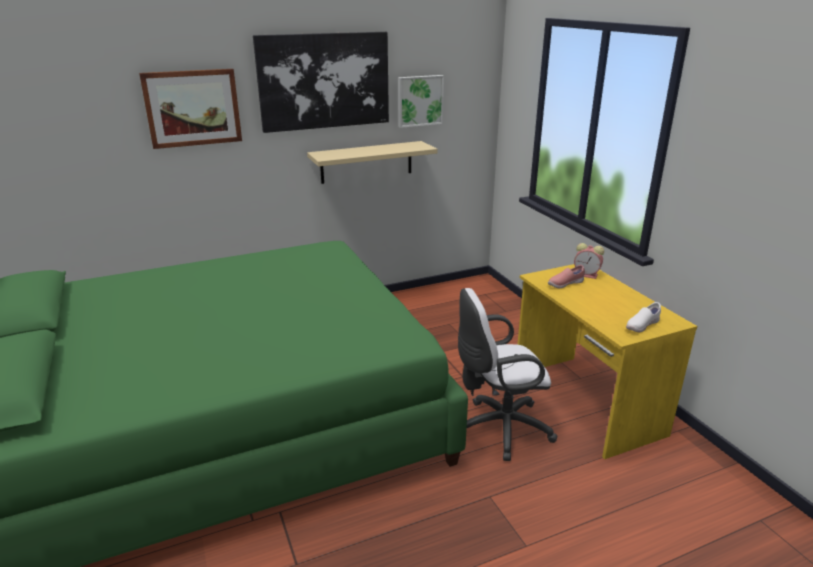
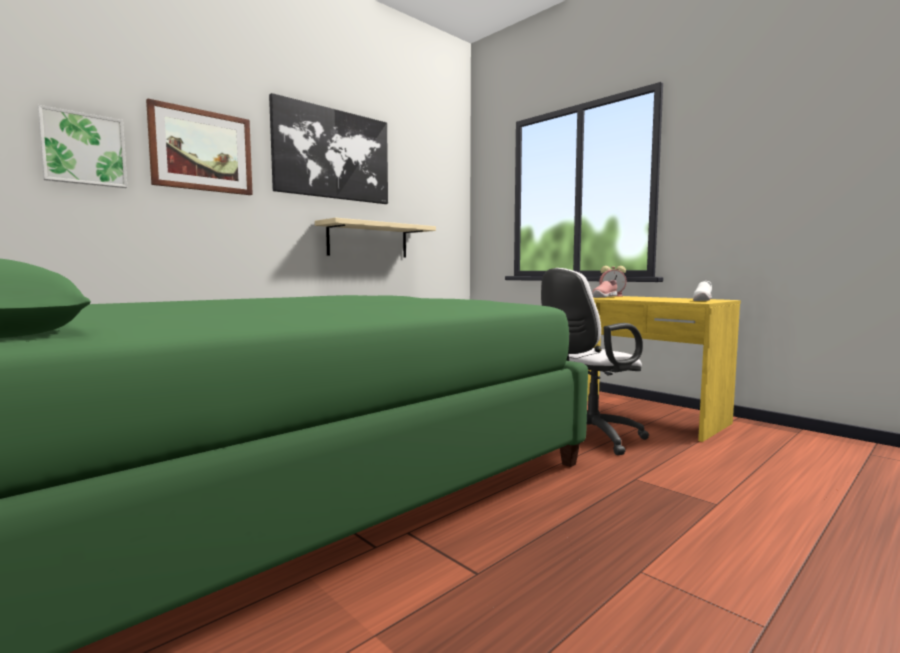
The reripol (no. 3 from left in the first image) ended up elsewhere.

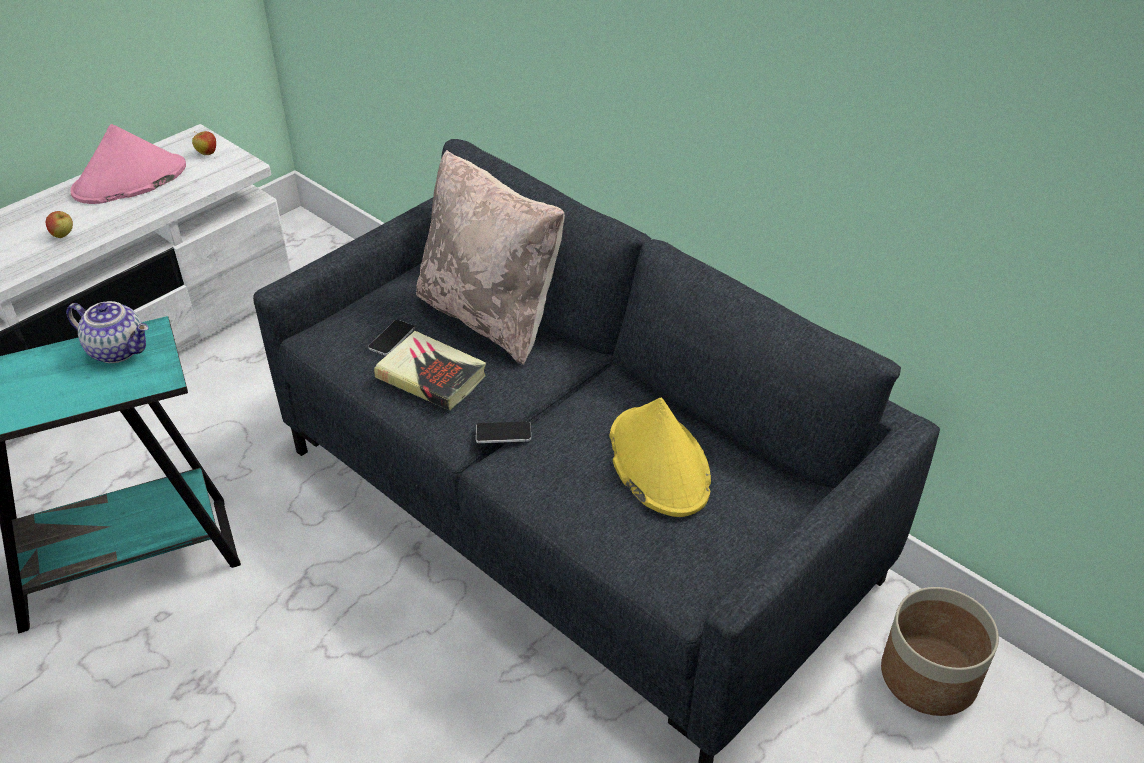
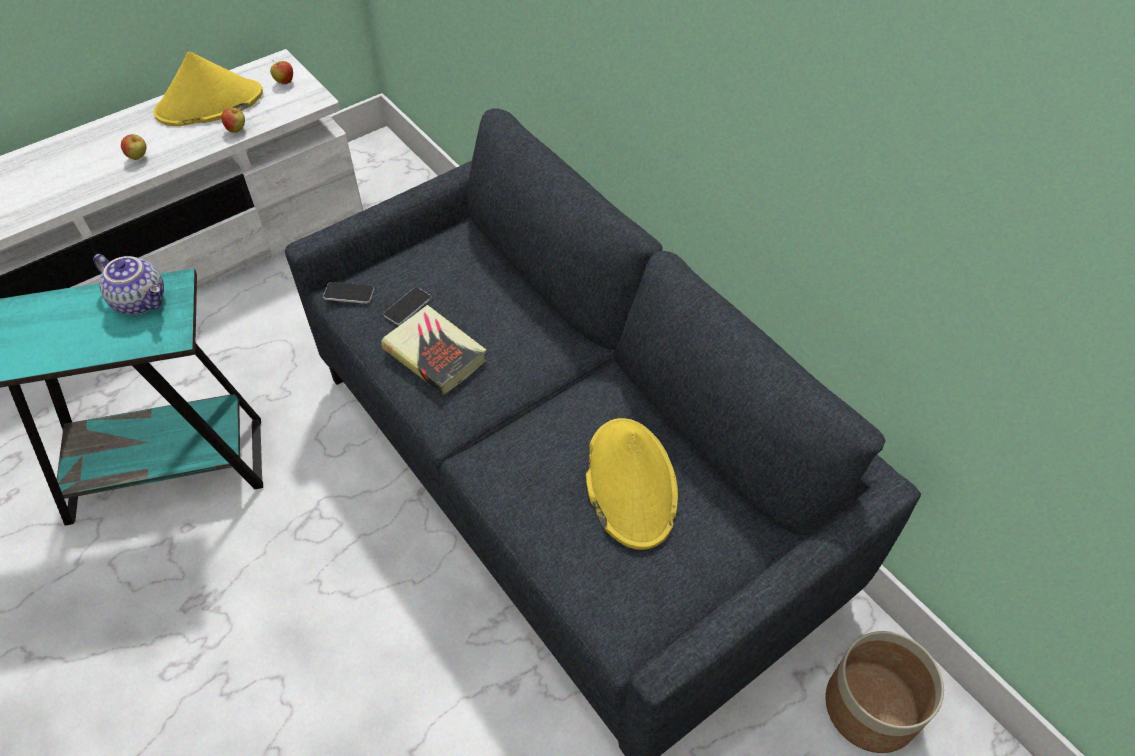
What was the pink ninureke turned into the yellow ninureke (no. 1 from left).
The second view lost the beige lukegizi.
The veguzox (no. 2 from left in the first image) ended up elsewhere.
The second view gained the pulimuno (no. 2 from left).

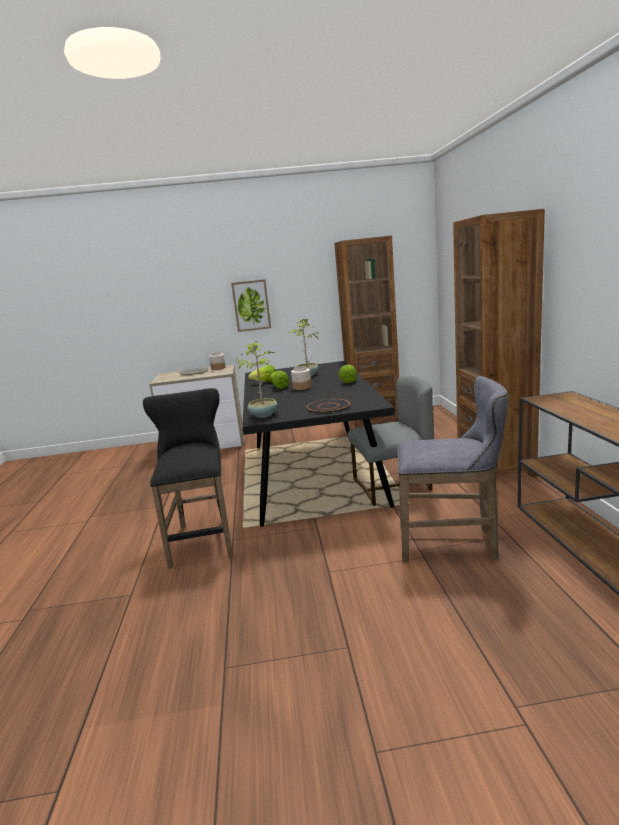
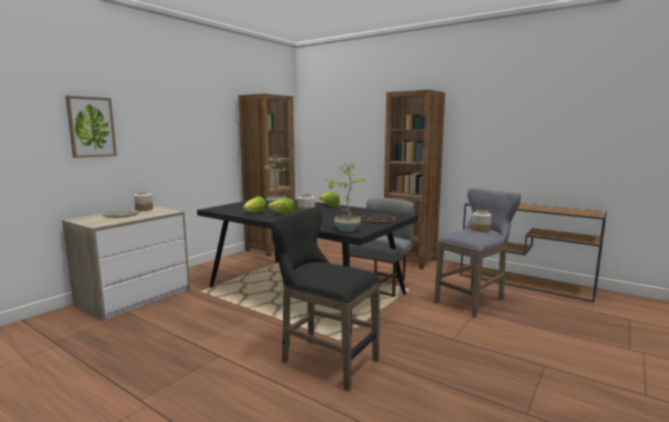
The reripol ended up elsewhere.
The second view gained the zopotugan (no. 3 from left).

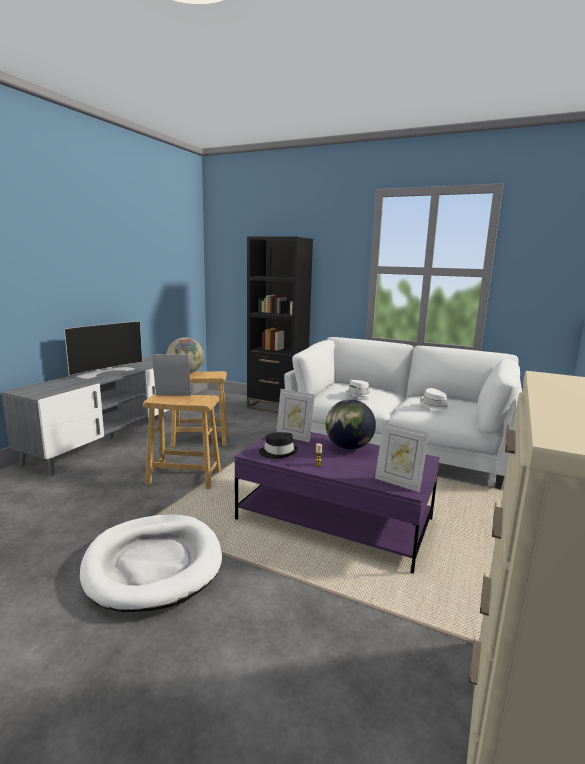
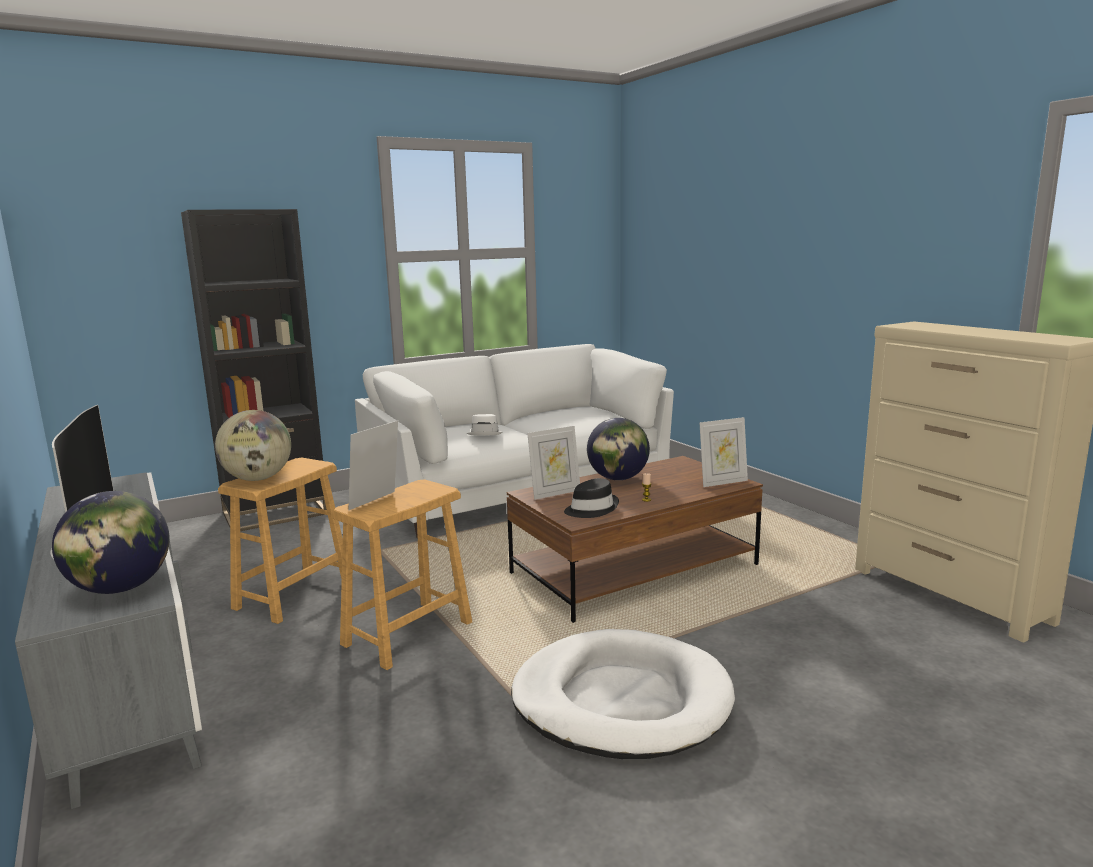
What was the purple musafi turned into the brown musafi.
The second view lost the white ninureke (no. 2 from left).
The second view gained the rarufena (no. 1 from left).

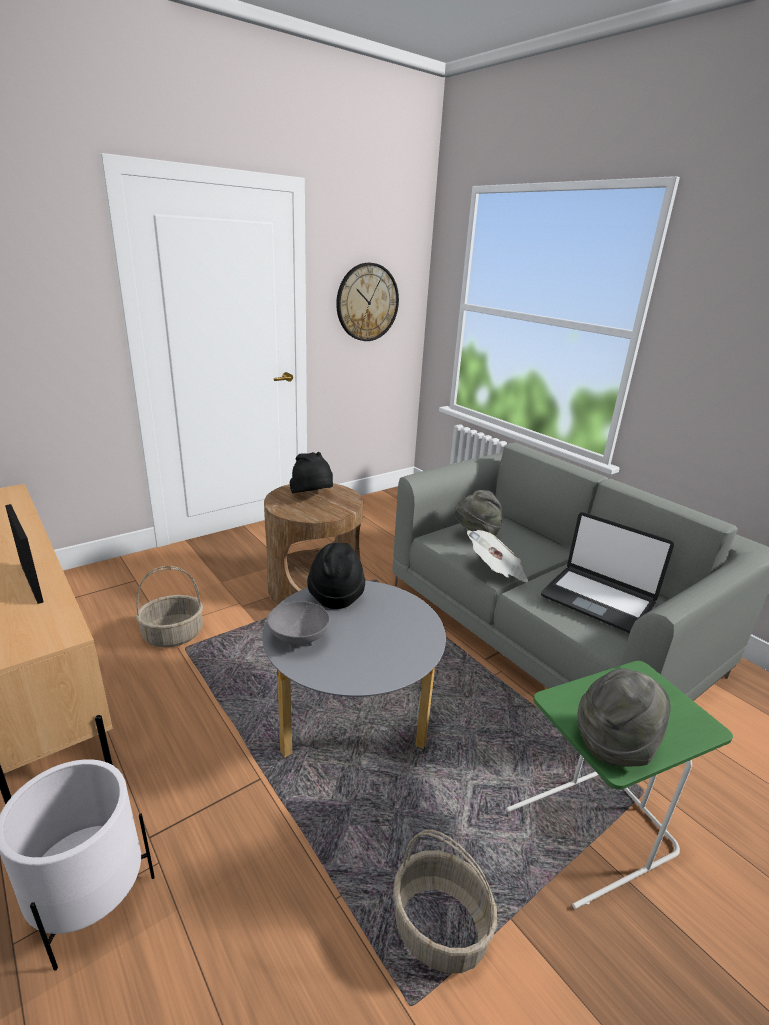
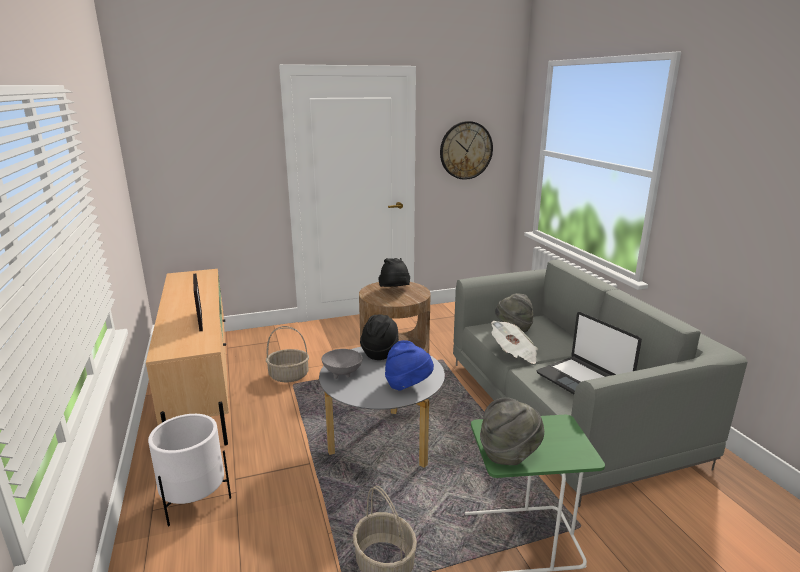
The second view gained the blue ninureke.

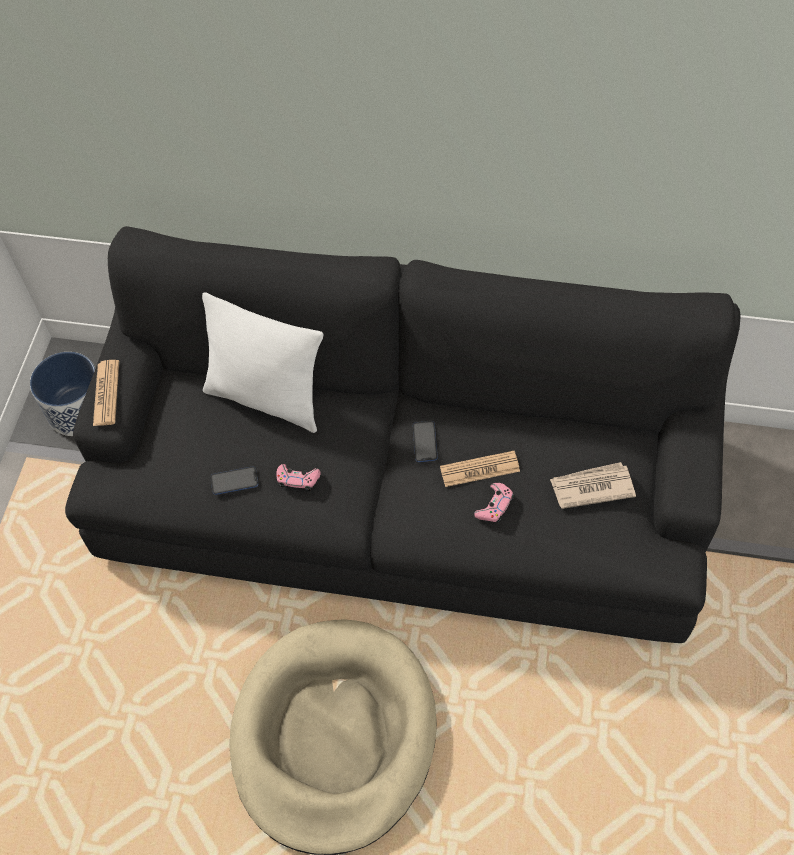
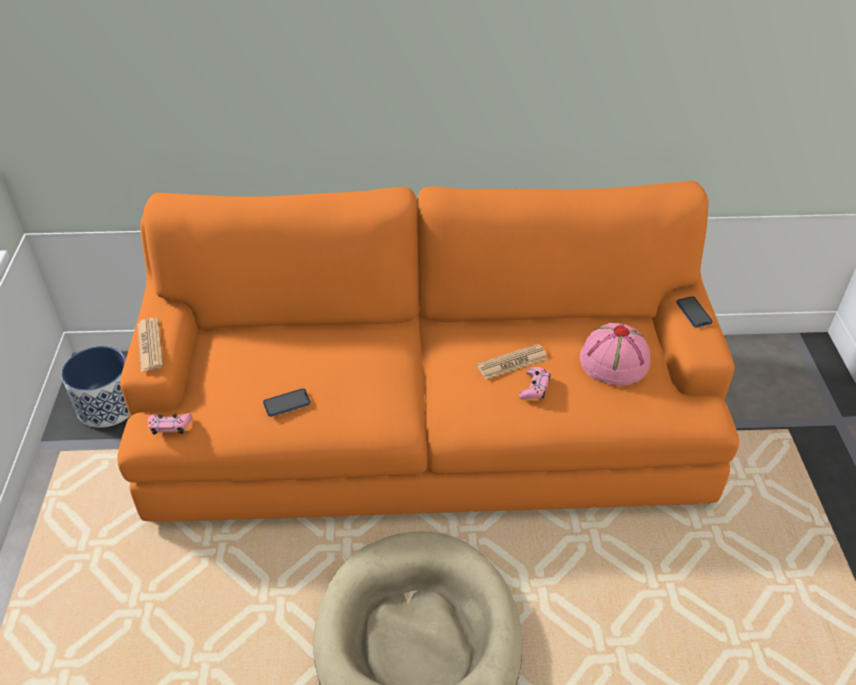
What was the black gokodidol turned into the orange gokodidol.
The second view lost the white lukegizi.
The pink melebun (no. 1 from left) ended up elsewhere.
The veguzox (no. 2 from left) ended up elsewhere.
Where the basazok (no. 3 from left) stood, the pink ninureke came to stand.

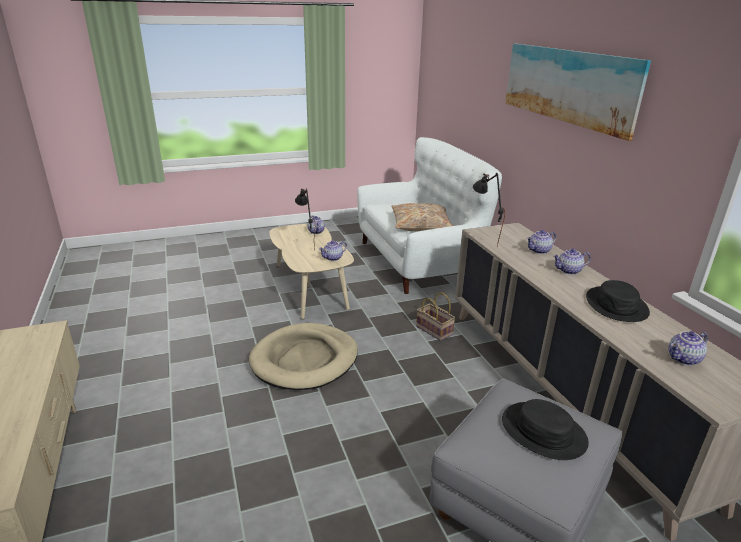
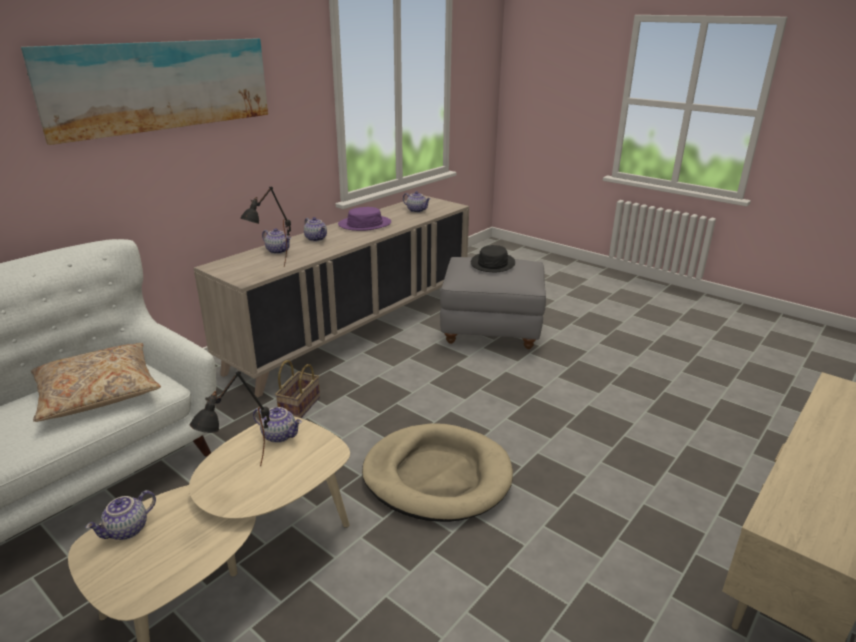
What was the black ninureke (no. 2 from left) turned into the purple ninureke.

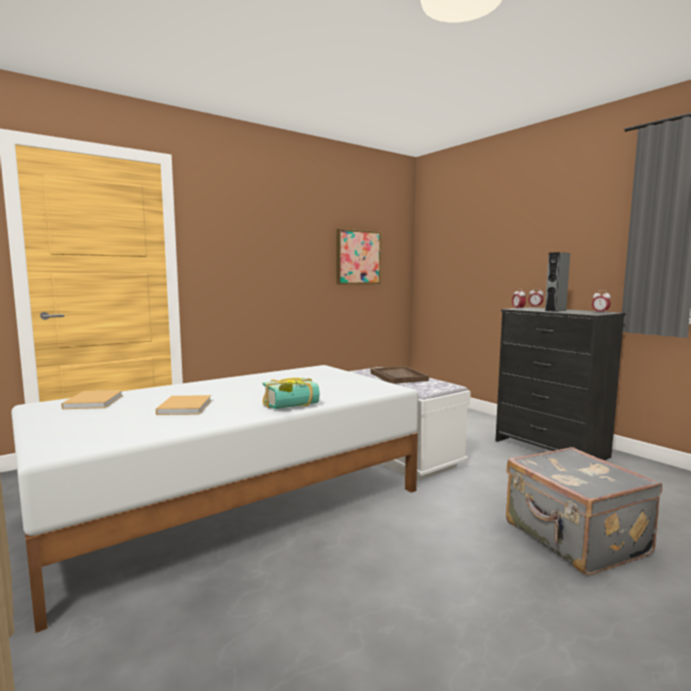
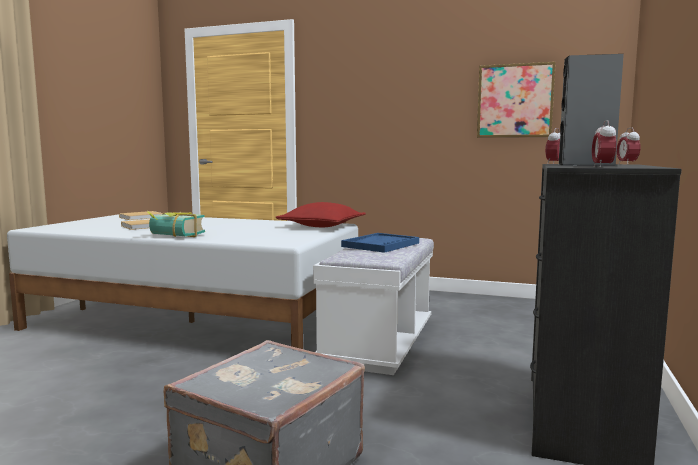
What was the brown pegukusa turned into the blue pegukusa.
The second view gained the red lukegizi.

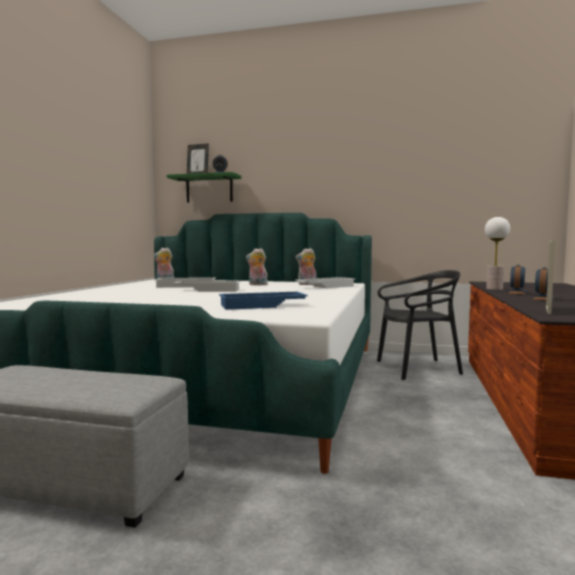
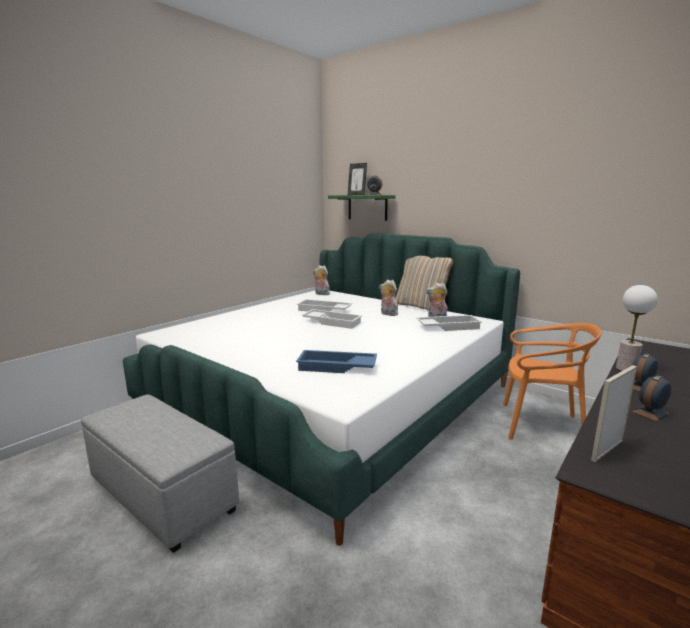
What was the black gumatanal turned into the orange gumatanal.
The second view gained the beige lukegizi.

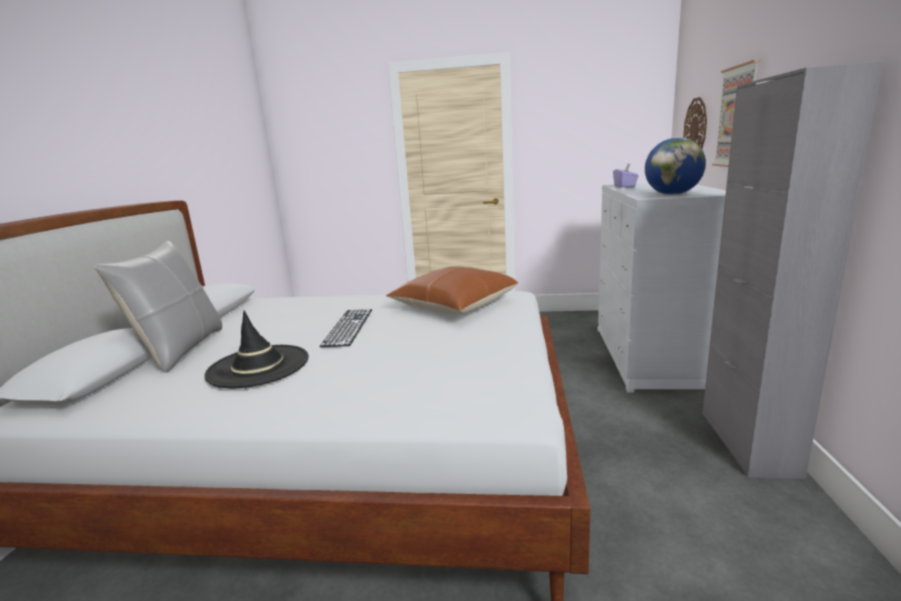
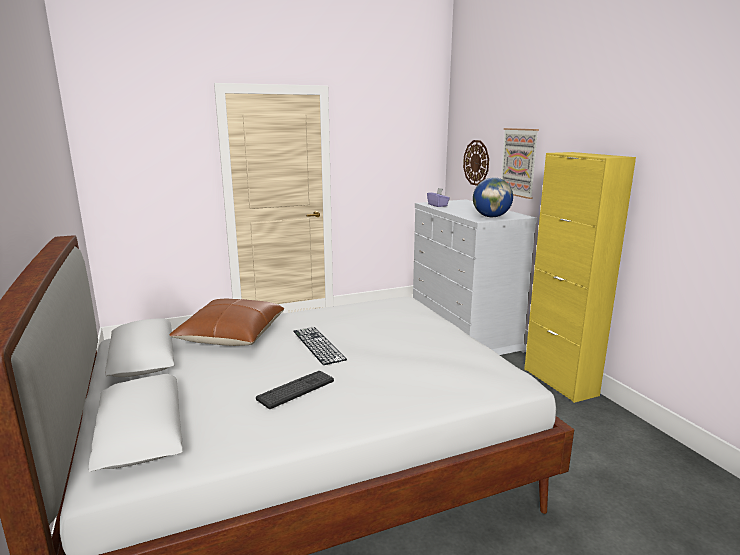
The second view lost the grey lukegizi.
Where the black ninureke stood, the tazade (no. 1 from left) came to stand.
The brown lukegizi ended up elsewhere.
What was the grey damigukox turned into the yellow damigukox.

